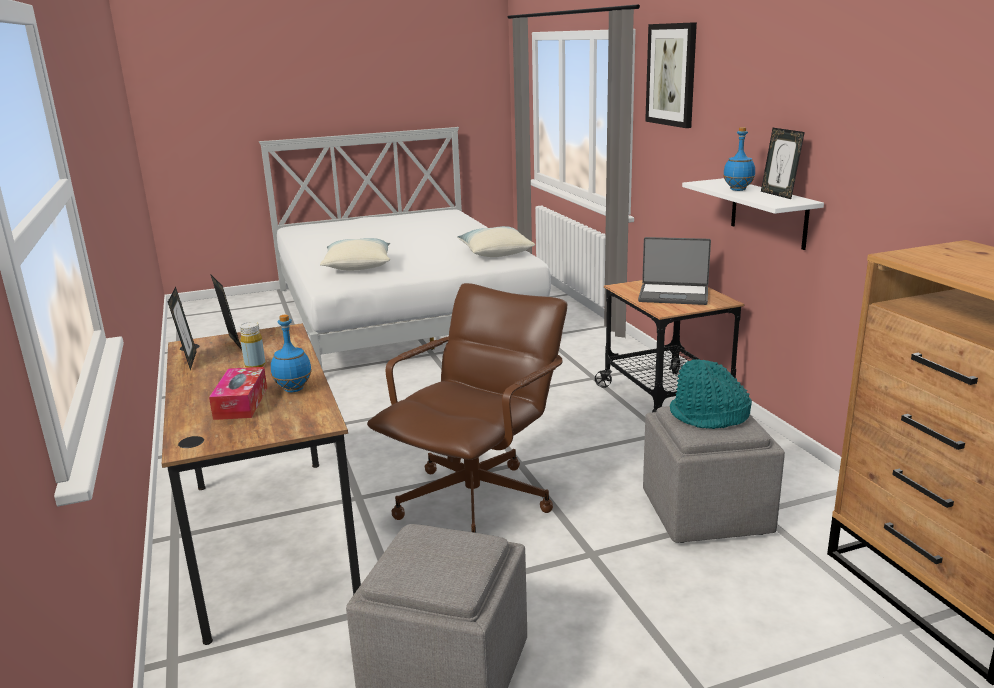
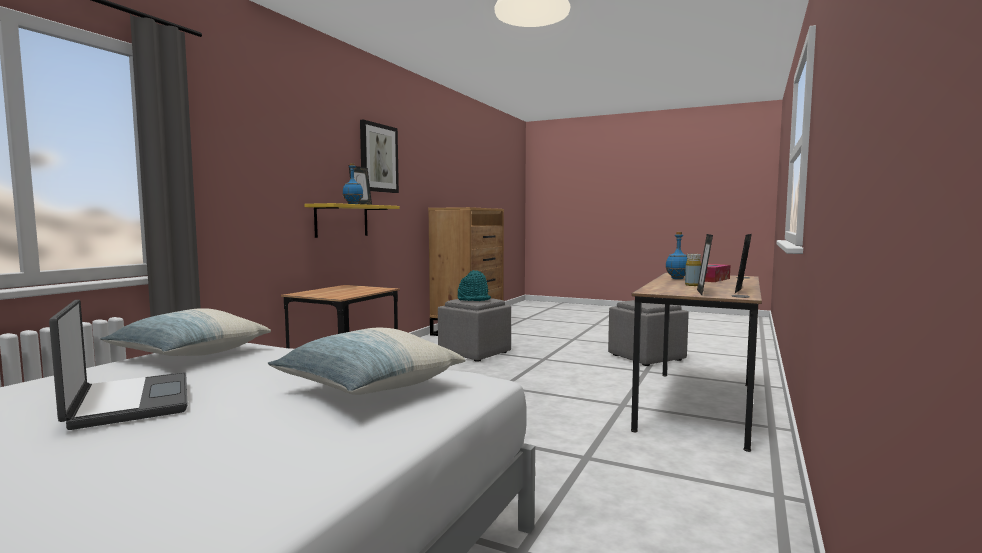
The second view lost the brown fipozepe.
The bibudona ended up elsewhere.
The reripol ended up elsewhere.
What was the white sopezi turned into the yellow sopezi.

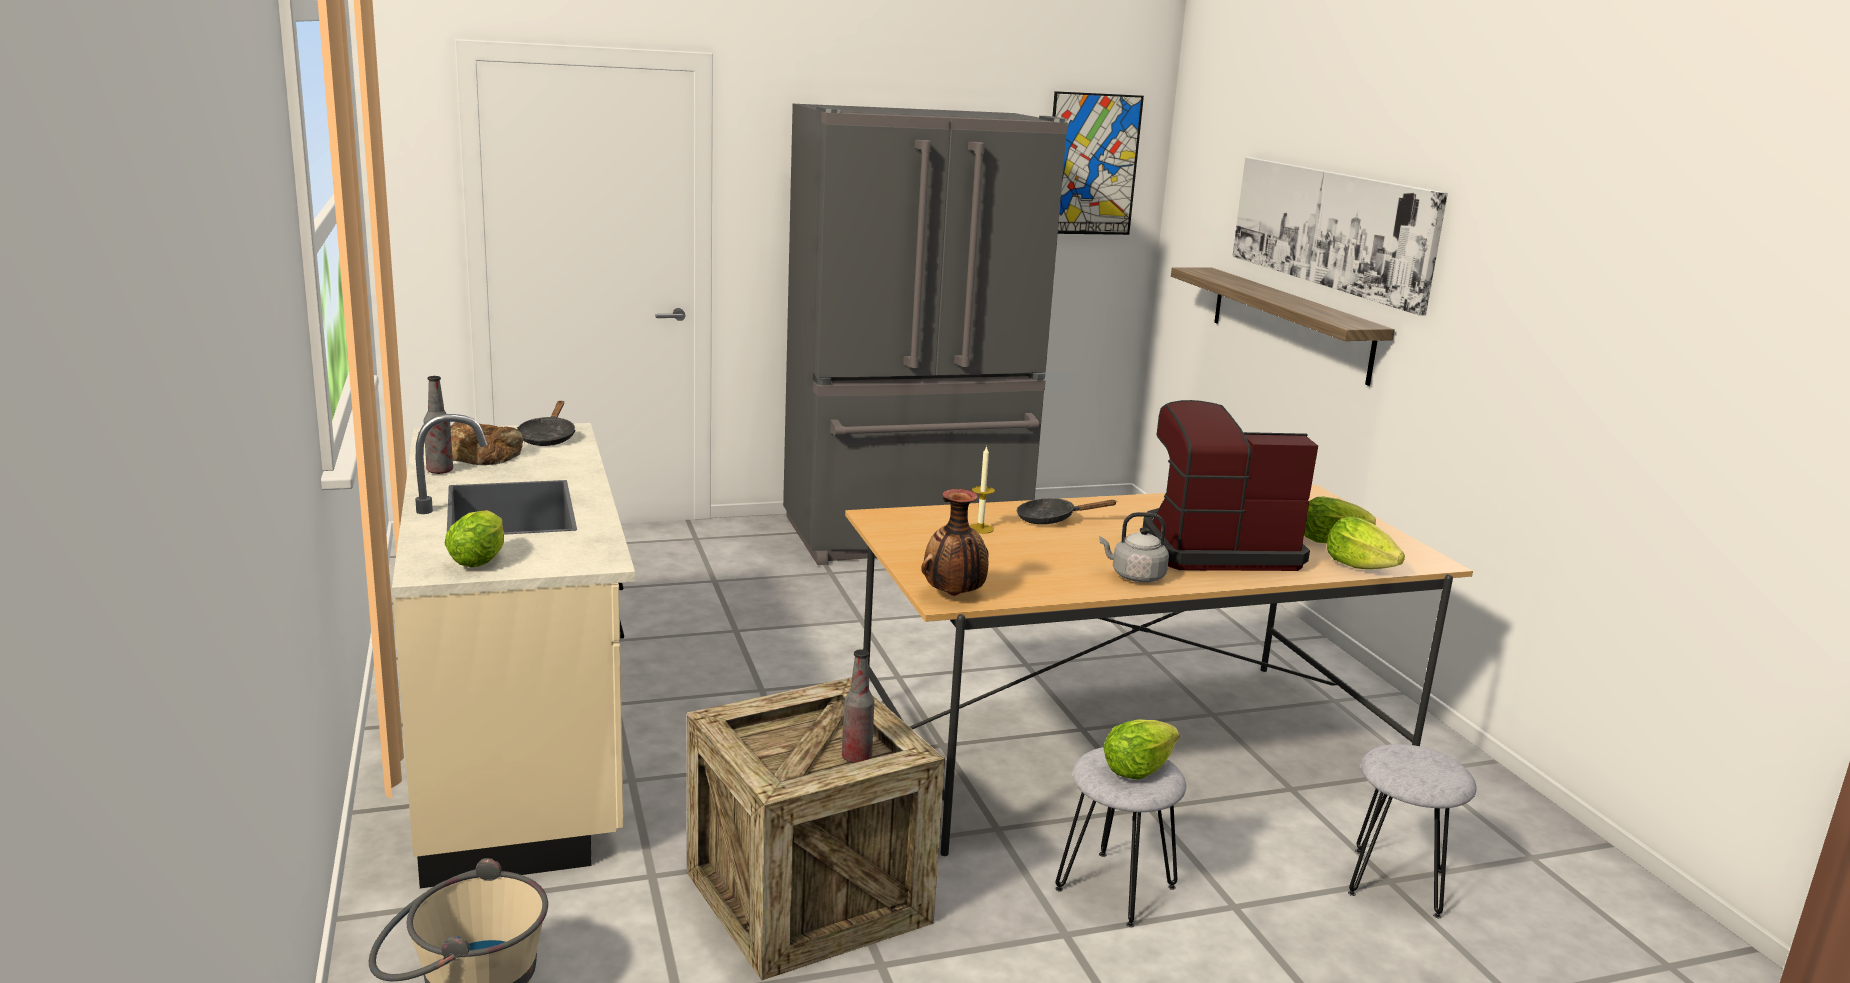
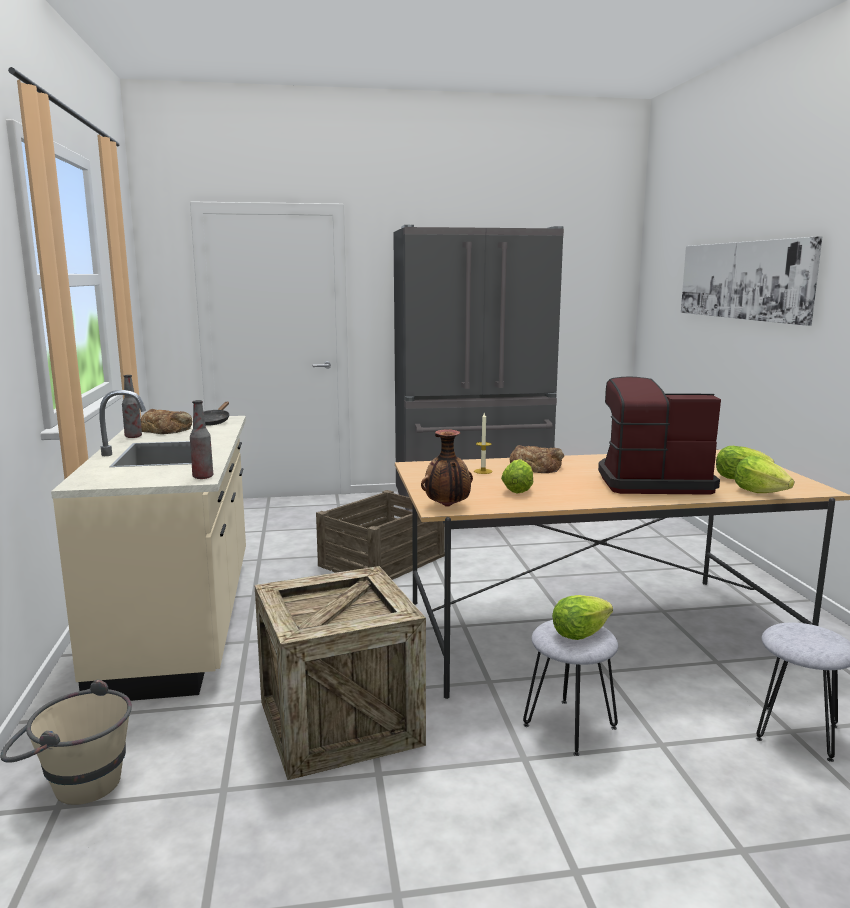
The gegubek (no. 1 from left) ended up elsewhere.
The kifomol (no. 2 from left) ended up elsewhere.
Where the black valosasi (no. 2 from left) stood, the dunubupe (no. 2 from left) came to stand.
The second view lost the reripol (no. 1 from left).
The second view lost the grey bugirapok.
The second view lost the sopezi.
The second view gained the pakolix (no. 2 from left).

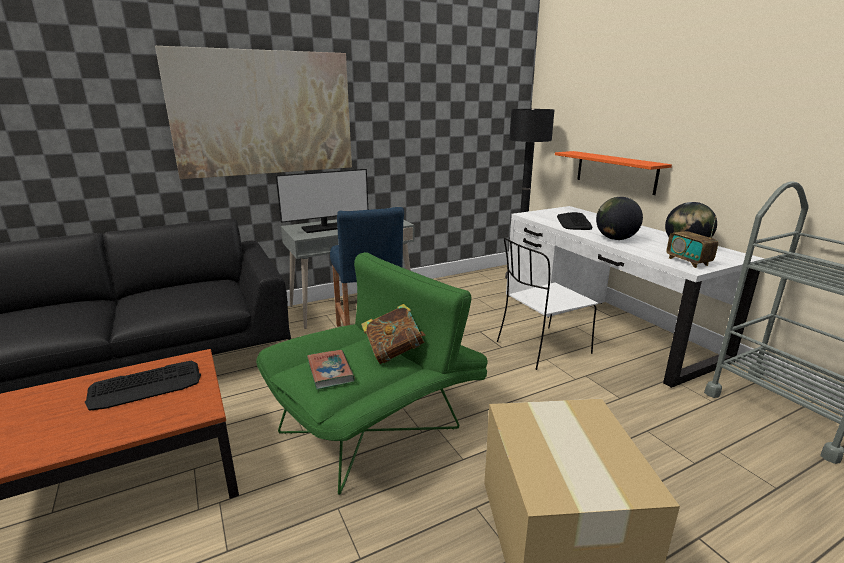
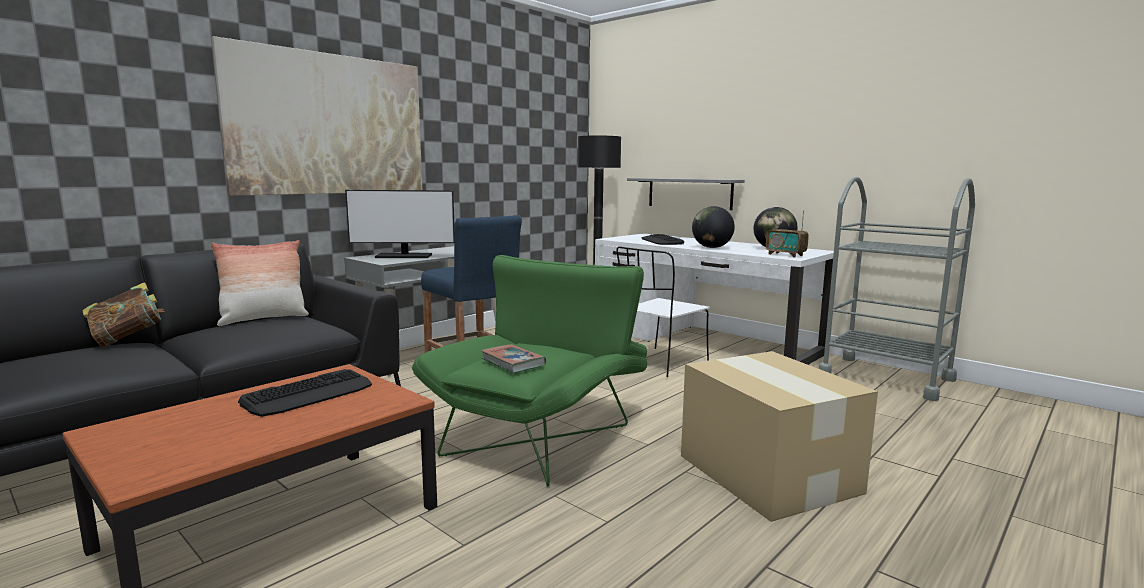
The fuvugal ended up facing another way, 45 degrees clockwise from before.
The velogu (no. 2 from left in the first image) ended up elsewhere.
What was the orange sopezi turned into the grey sopezi.
The second view gained the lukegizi.

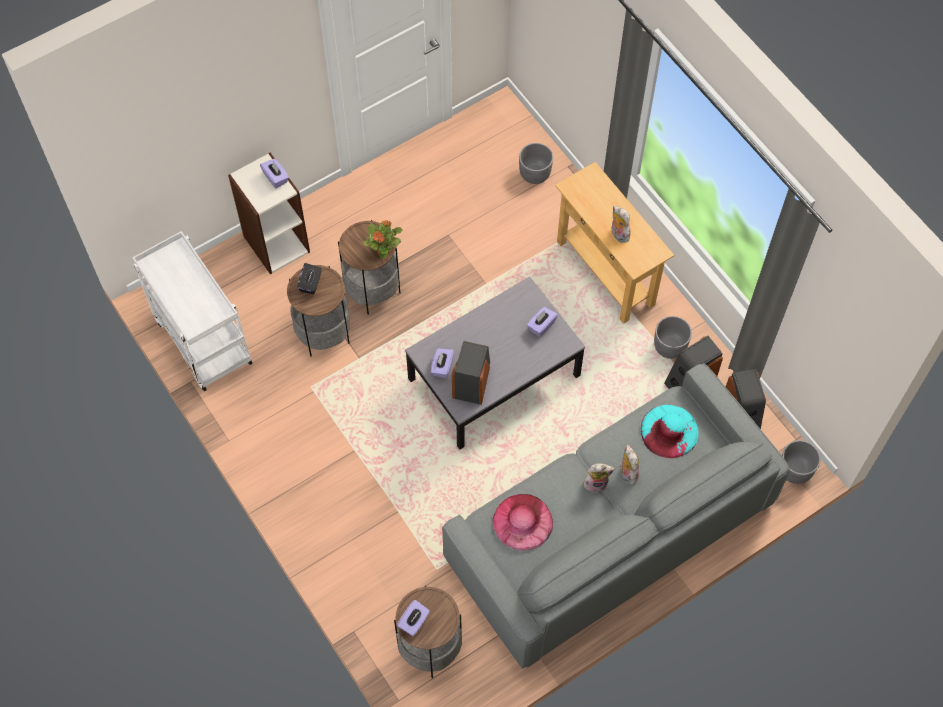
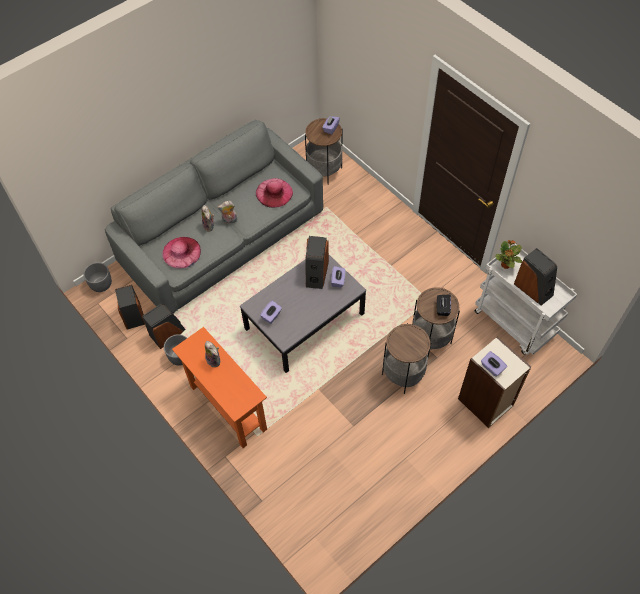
The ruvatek ended up elsewhere.
The second view lost the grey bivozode (no. 1 from left).
What was the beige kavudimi turned into the orange kavudimi.
What was the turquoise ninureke turned into the pink ninureke (no. 1 from left).
The second view gained the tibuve (no. 4 from left).

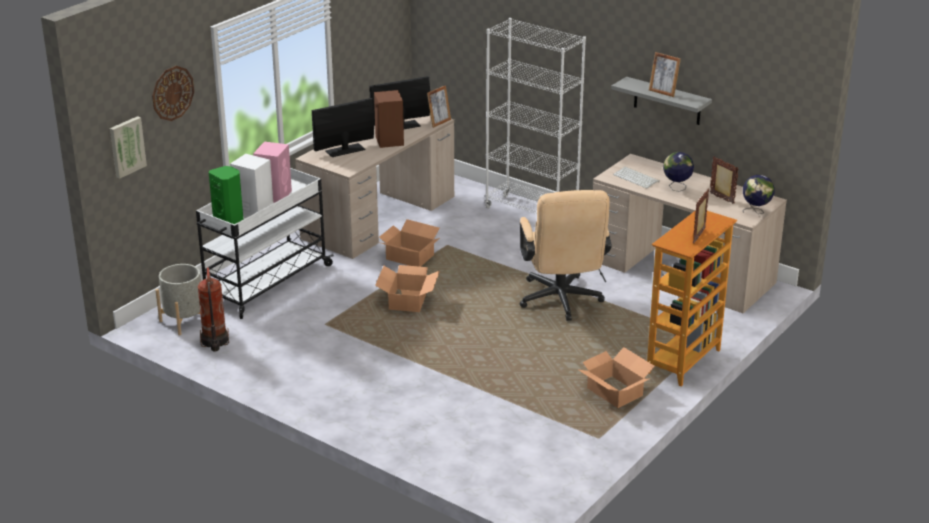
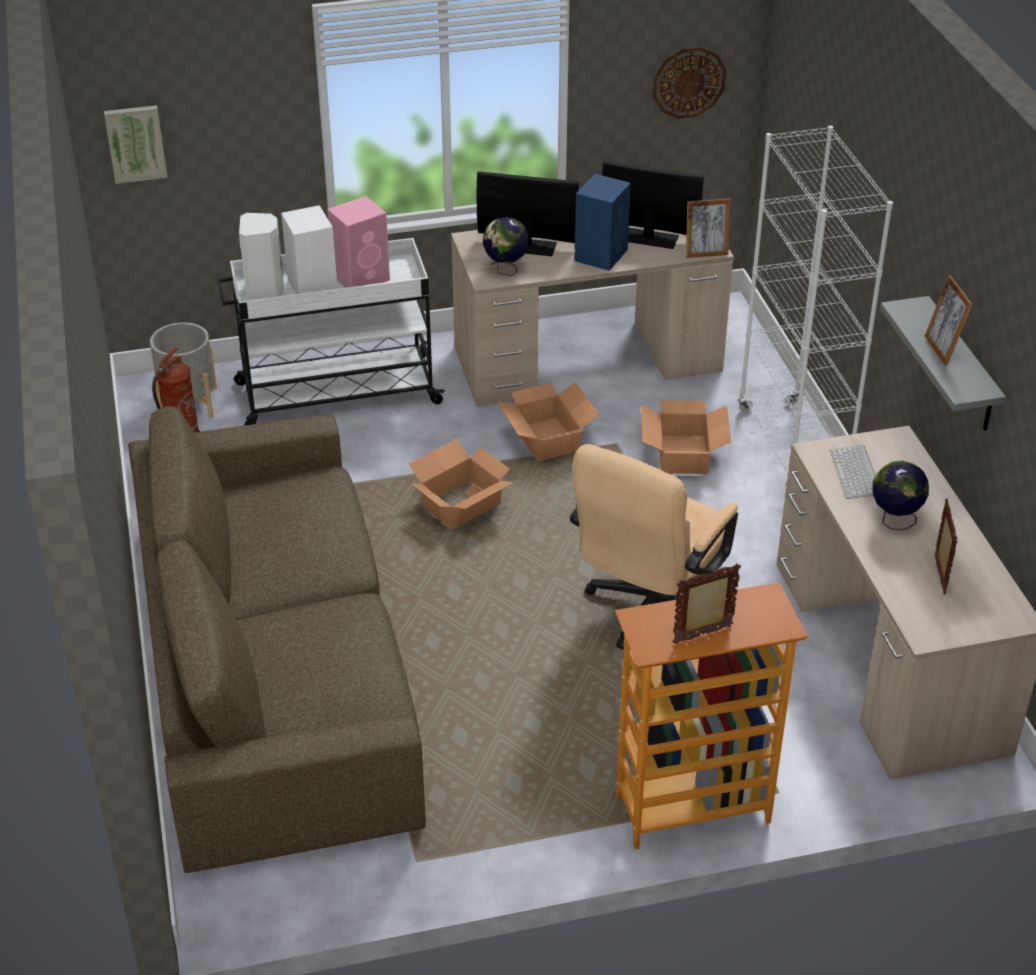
The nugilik ended up elsewhere.
What was the green tibuve turned into the white tibuve (no. 1 from left).
What was the brown tibuve turned into the blue tibuve.
The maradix (no. 3 from left) ended up elsewhere.
The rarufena (no. 2 from left in the first image) ended up elsewhere.
The second view gained the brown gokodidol.

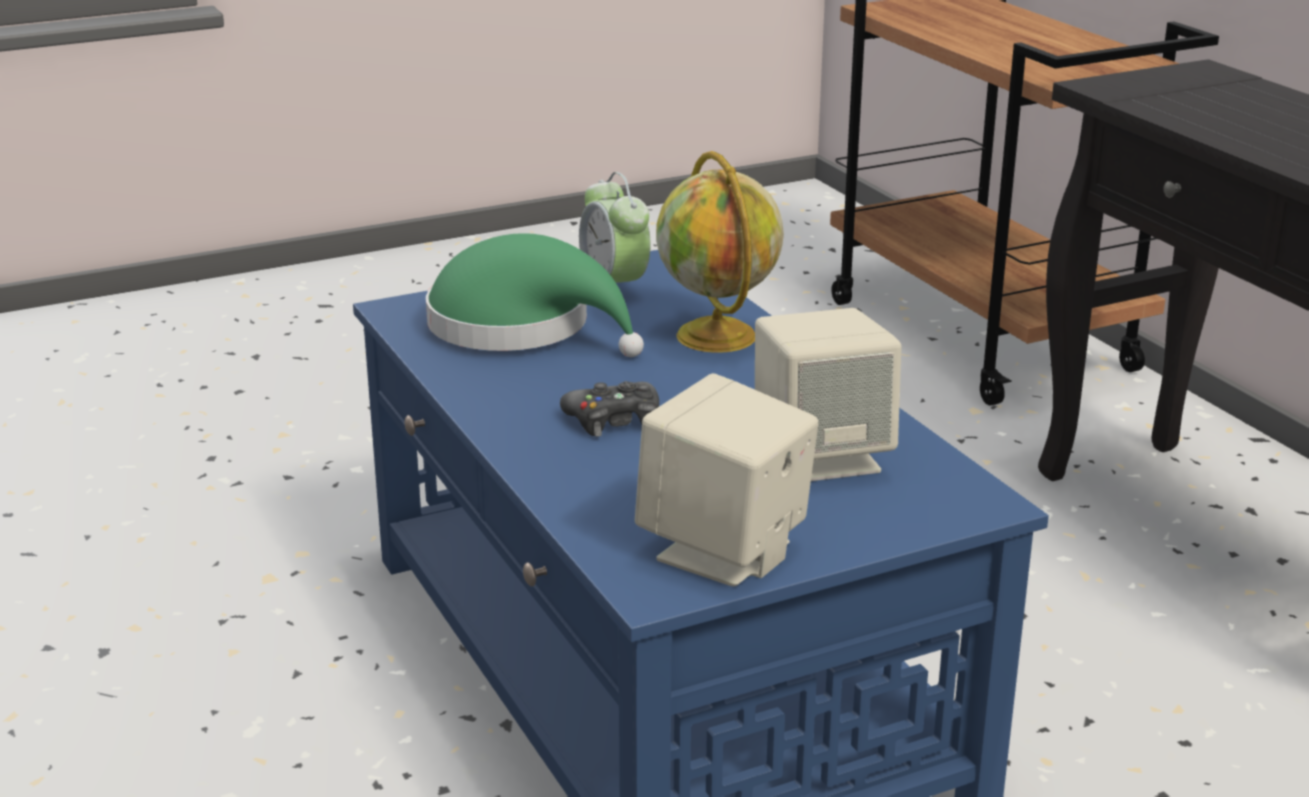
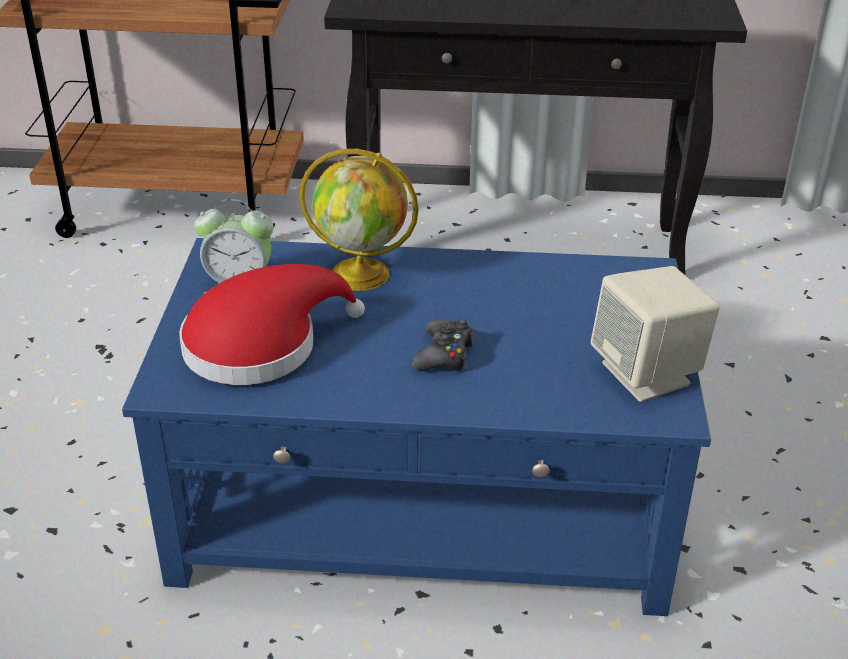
What was the green ninureke turned into the red ninureke.
The second view lost the beige tibuve (no. 2 from left).

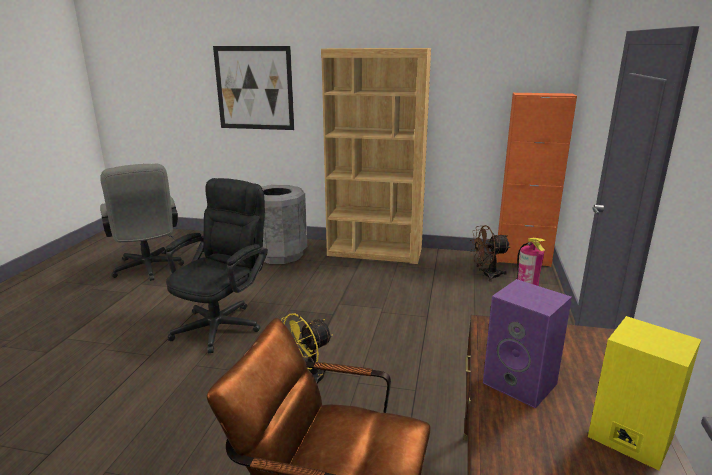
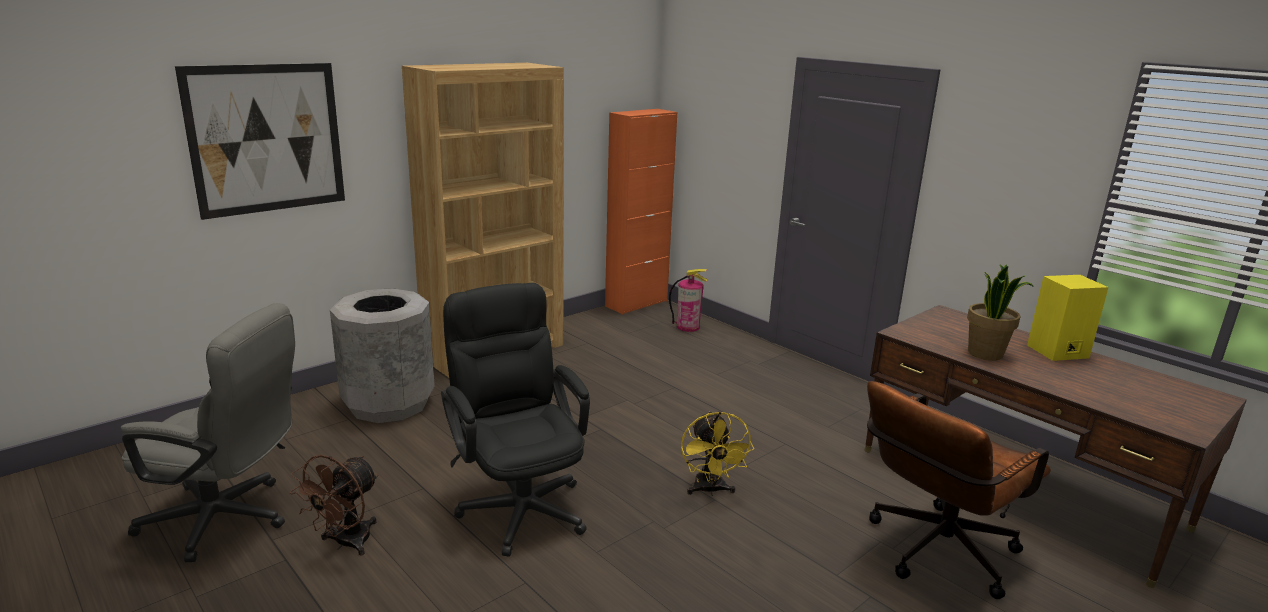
The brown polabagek ended up elsewhere.
Where the purple tibuve stood, the ruvatek came to stand.

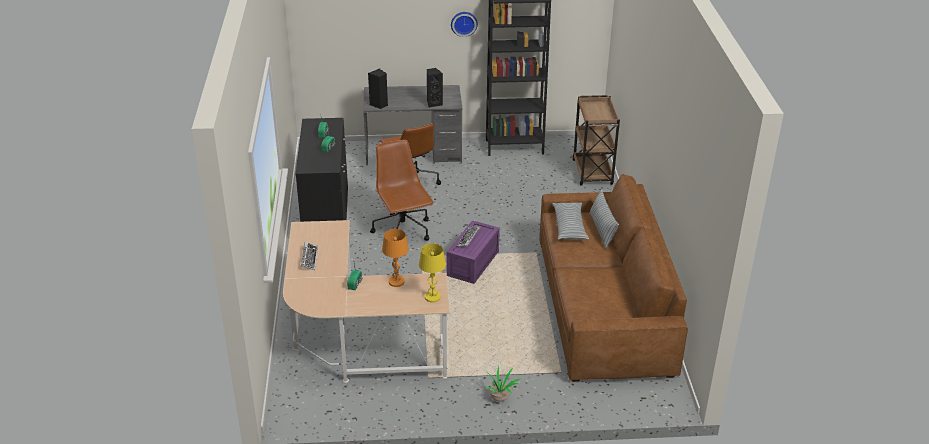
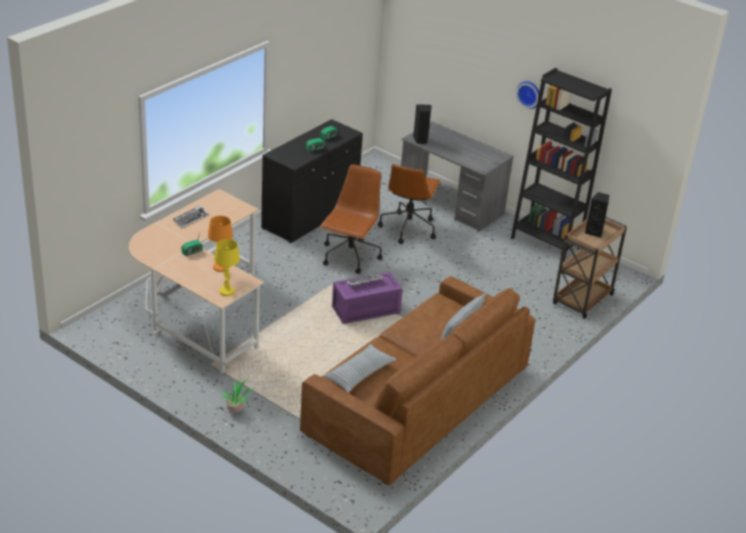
The black tibuve (no. 2 from left) ended up elsewhere.
The lukegizi (no. 1 from left) ended up elsewhere.

